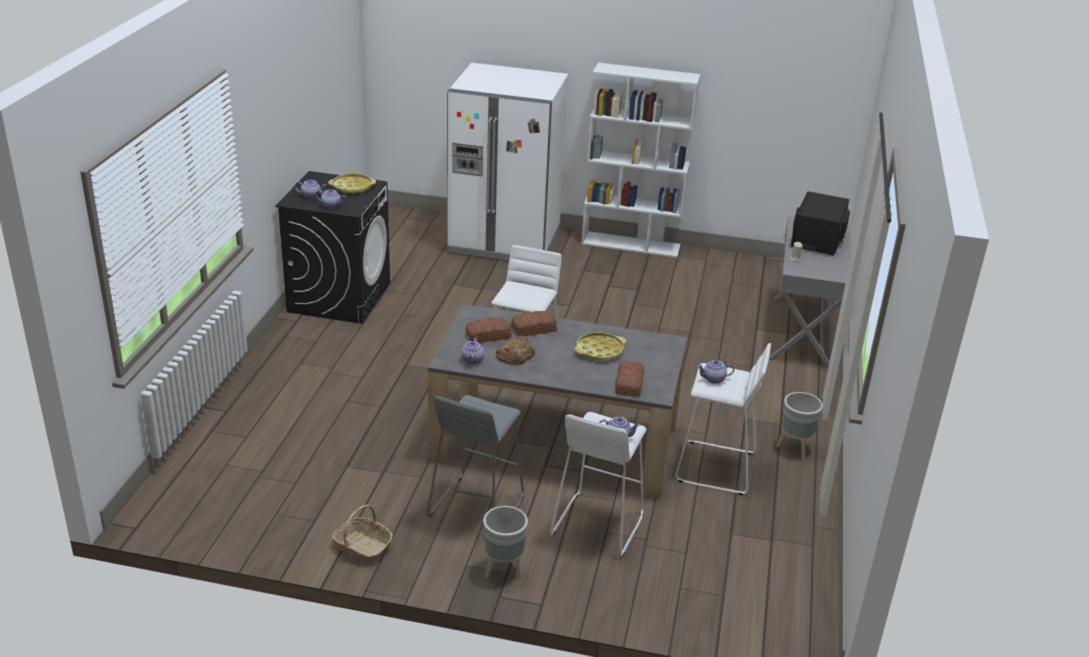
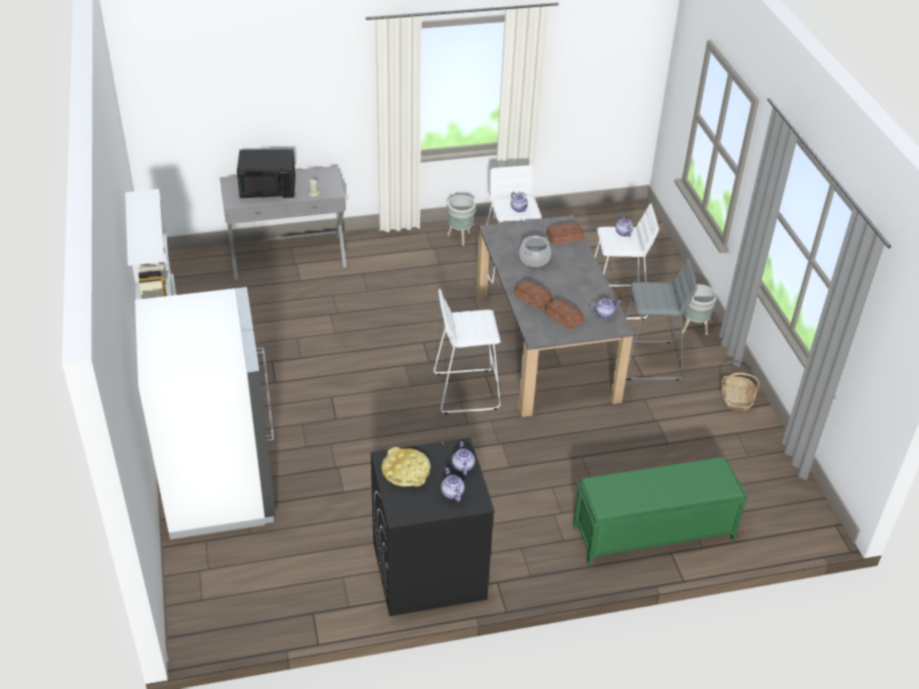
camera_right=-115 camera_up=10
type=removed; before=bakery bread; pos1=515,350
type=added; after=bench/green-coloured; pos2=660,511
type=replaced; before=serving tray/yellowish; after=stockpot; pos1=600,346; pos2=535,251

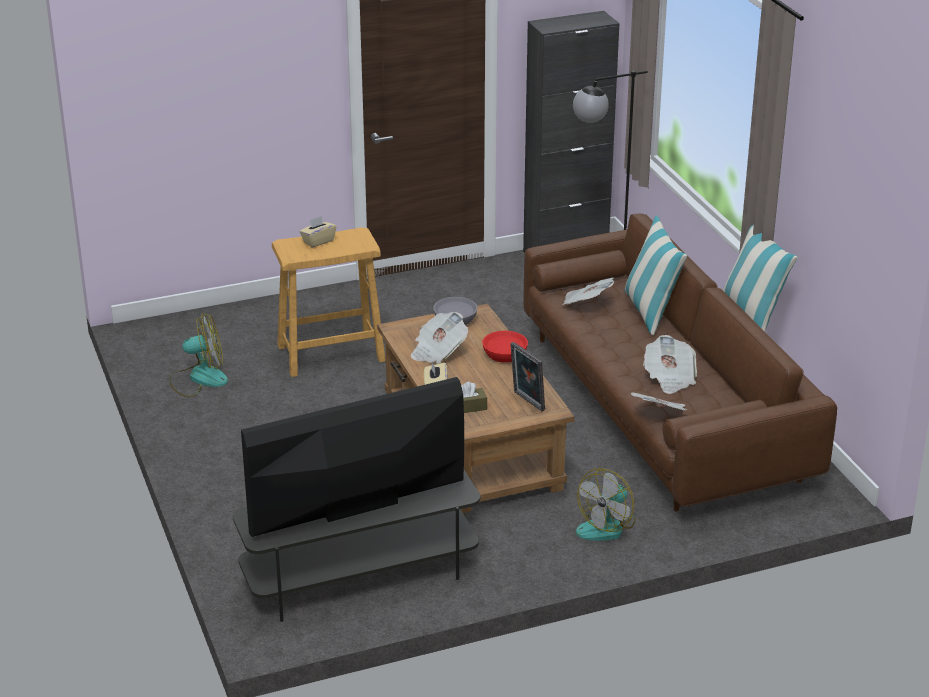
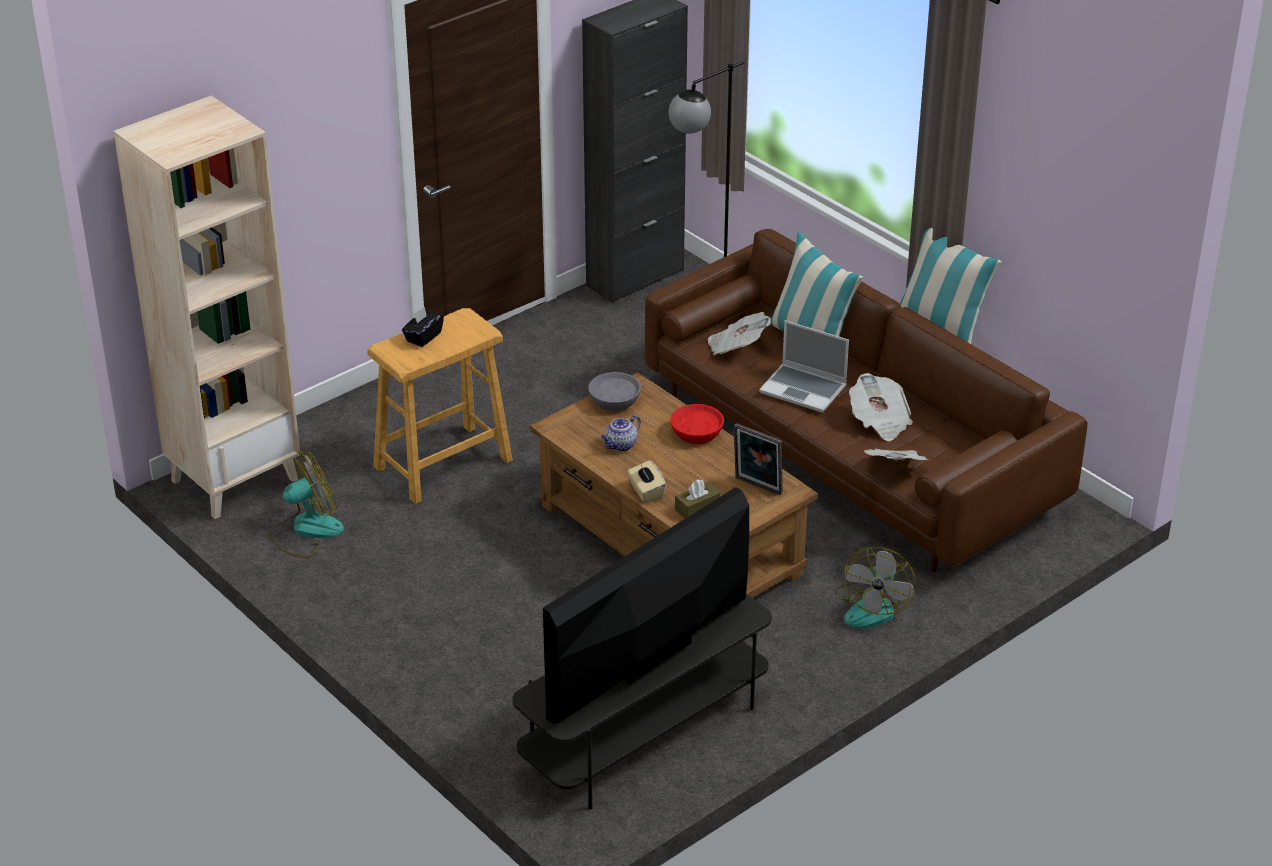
camera_right=-20 camera_up=5
type=added; after=shelving unit/beige-coloured; pos2=206,307
type=added; after=portable computer; pos2=804,366
type=replaced; before=printed paper; after=tea pot; pos1=439,338; pos2=621,433
type=recoloured; before=tissue box/beige-coloured; after=tissue box/blackish; pos1=318,231; pos2=423,327

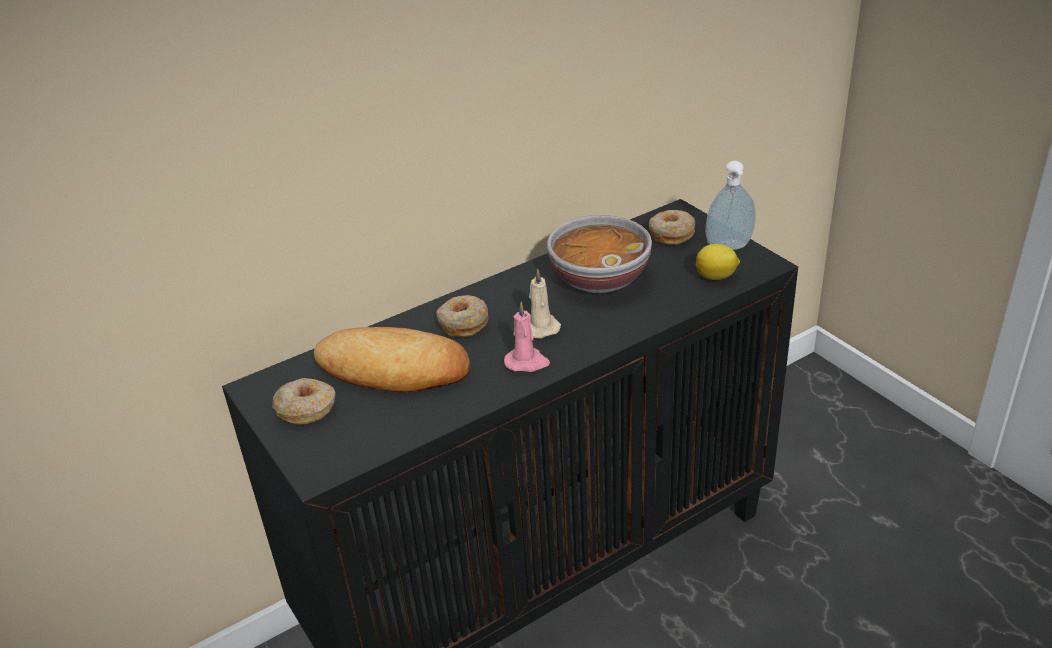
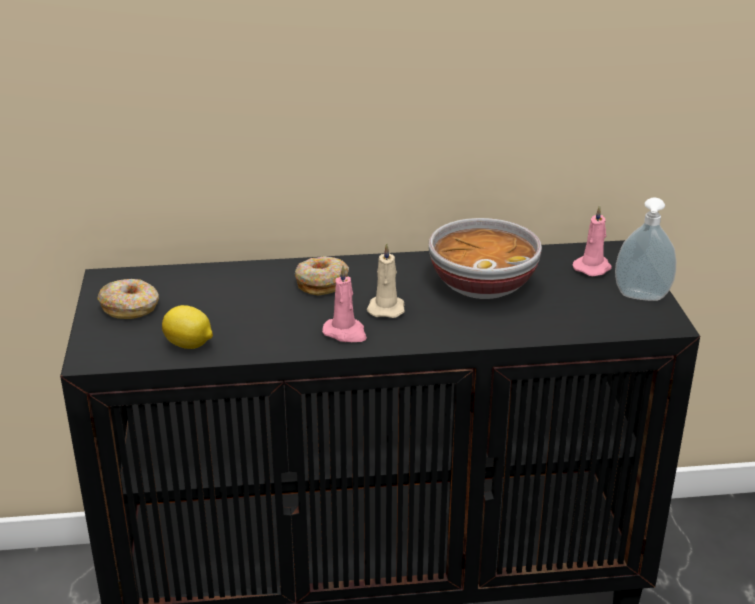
camera_right=25 camera_up=-5
type=removed; before=bakery bread; pos1=391,359
type=moved; before=whole lemon; pos1=718,262; pos2=187,327
type=replaced; before=donut; after=candle/pink; pos1=672,227; pos2=592,240

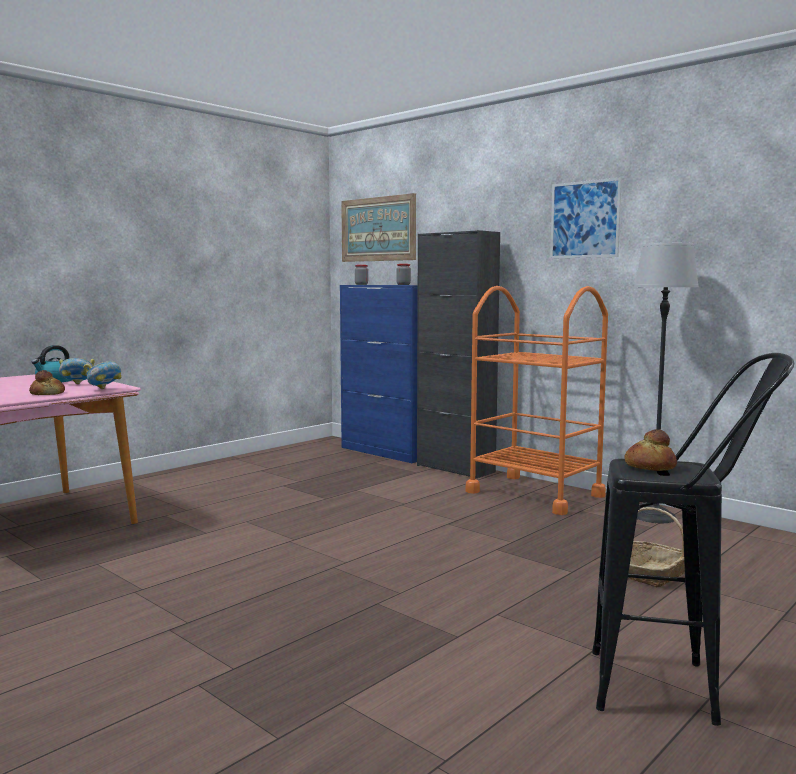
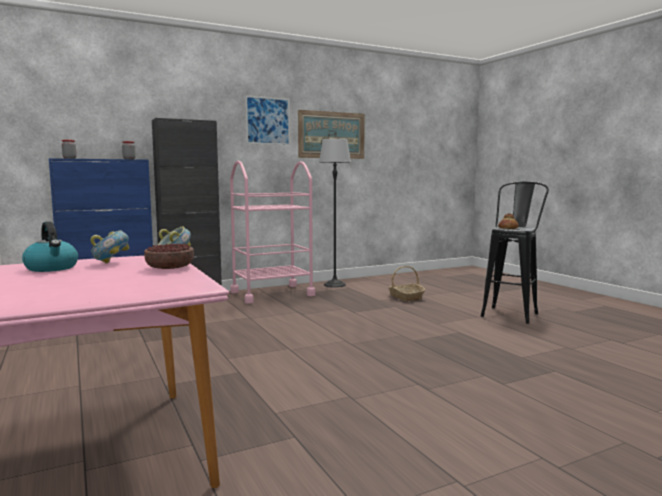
camera_right=-70 camera_up=0
type=moved; before=wall art; pos1=378,227; pos2=331,134
type=replaced; before=bakery bread; after=deep dish; pos1=47,382; pos2=169,256
type=recoloured; before=cart/orangey; after=cart/pink; pos1=537,400; pos2=273,232

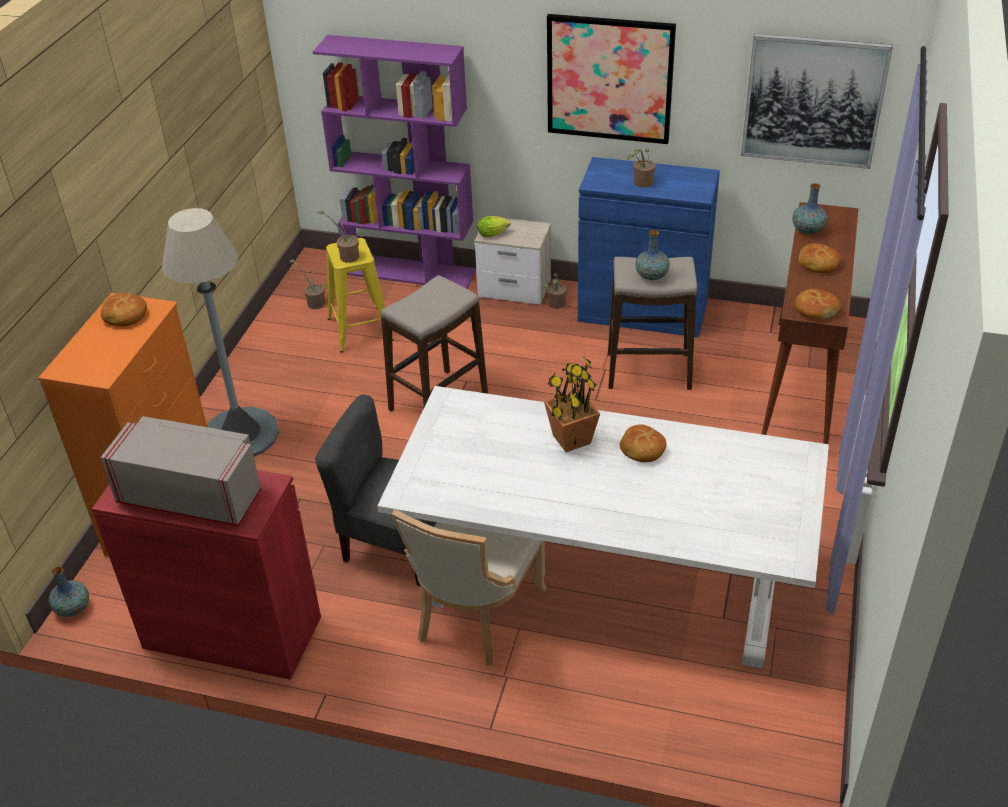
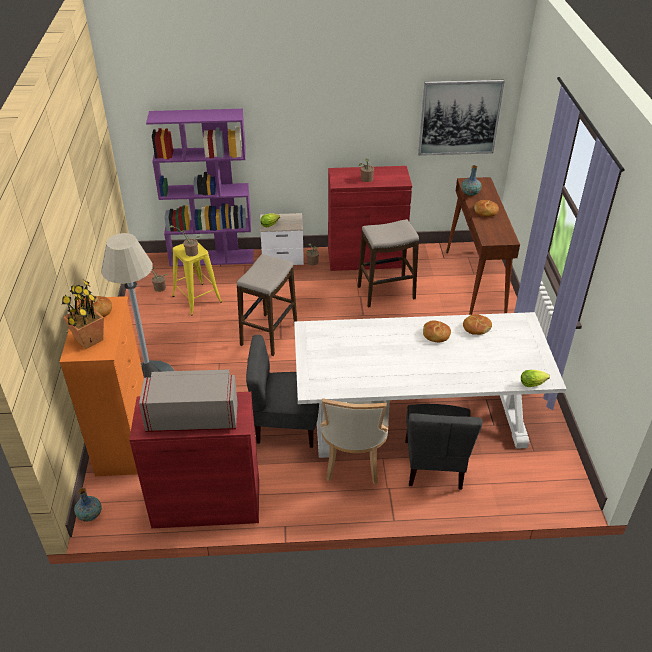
camera_right=-20 camera_up=0
type=removed; before=wall art; pos1=611,79
type=removed; before=flower vase; pos1=652,255
type=added; after=plain chair/gray; pos2=443,446
type=added; after=head of lettuce; pos2=535,378
type=moved; before=houseplant; pos1=572,404; pos2=83,314
type=moved; before=bakery bread; pos1=818,304; pos2=477,324
type=recoloured; before=cupboard/blue; after=cupboard/red-coloured; pos1=649,247; pos2=370,218

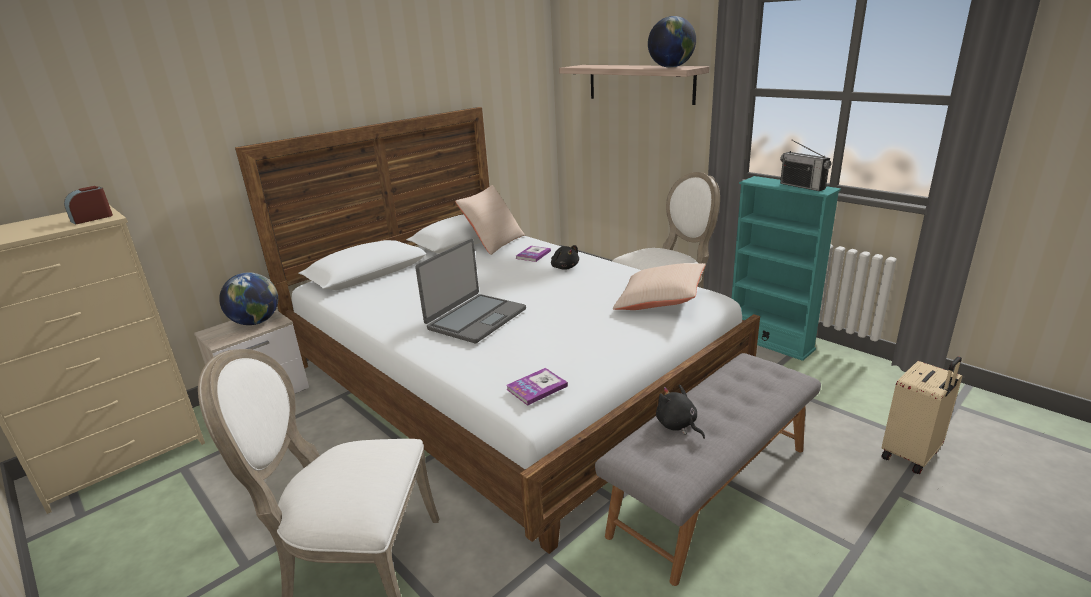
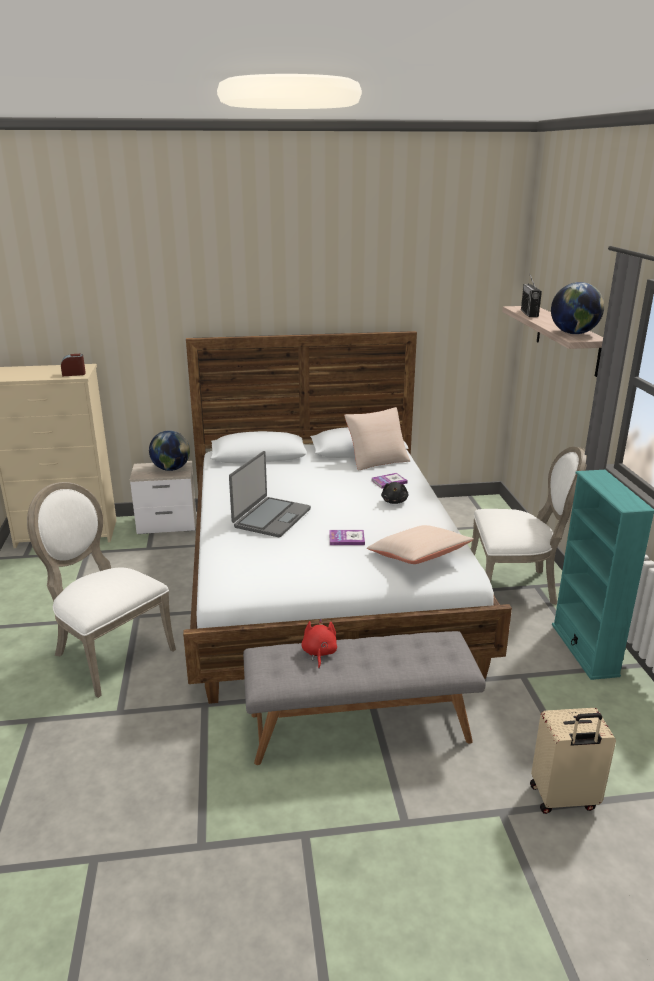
camera_right=35 camera_up=0
type=moved; before=volume; pos1=537,387; pos2=347,537
type=moved; before=radio; pos1=805,165; pos2=531,295
type=recoloured; before=cuddly toy/blackish; after=cuddly toy/red-coloured; pos1=680,411; pos2=319,644
type=turned; before=portable computer; pos1=470,291; pos2=270,494; turn=-45

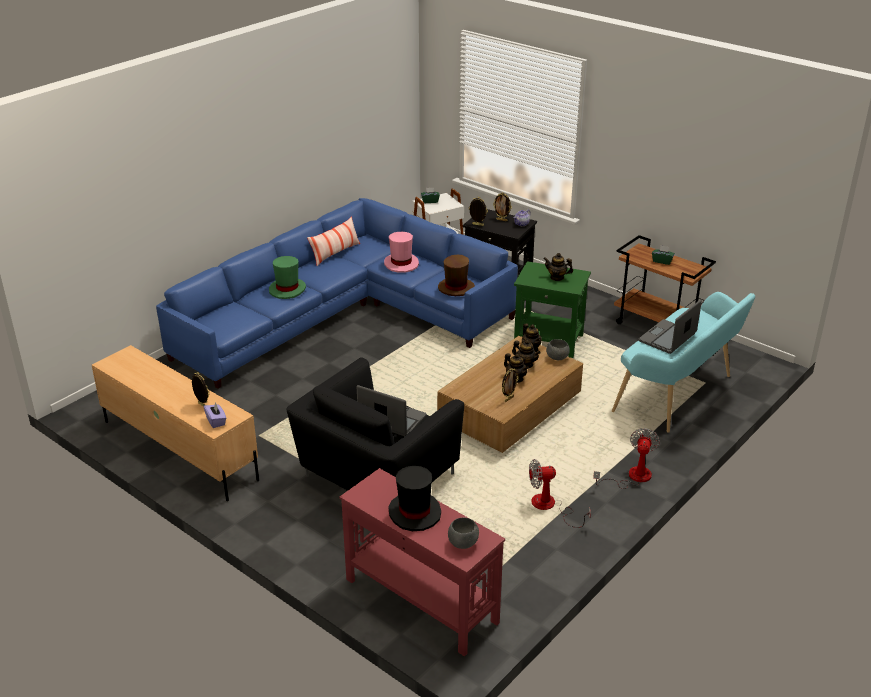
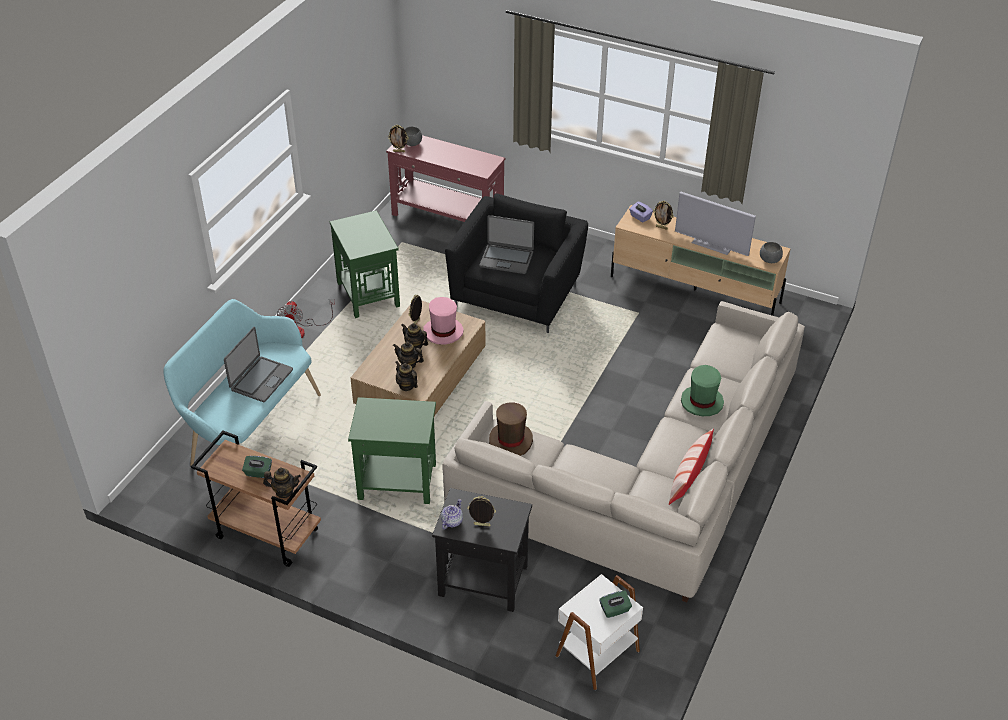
camera_right=165 camera_up=10
type=removed; before=wearable hat/blackish; pos1=415,498
type=added; after=TV set; pos2=715,223
type=moved; before=wearable hat/pink; pos1=401,252; pos2=443,321
type=moved; before=standing frame; pos1=478,211; pos2=398,138
type=moved; before=tea pot; pos1=558,267; pos2=282,482
type=moved; before=deep dish/gray; pos1=558,349; pos2=771,252
type=replaced; before=fan; after=accent table/green-coloured; pos1=560,493; pos2=365,264
type=recoloured; before=sofa/blue; after=sofa/beige-coloured; pos1=337,293; pos2=623,451

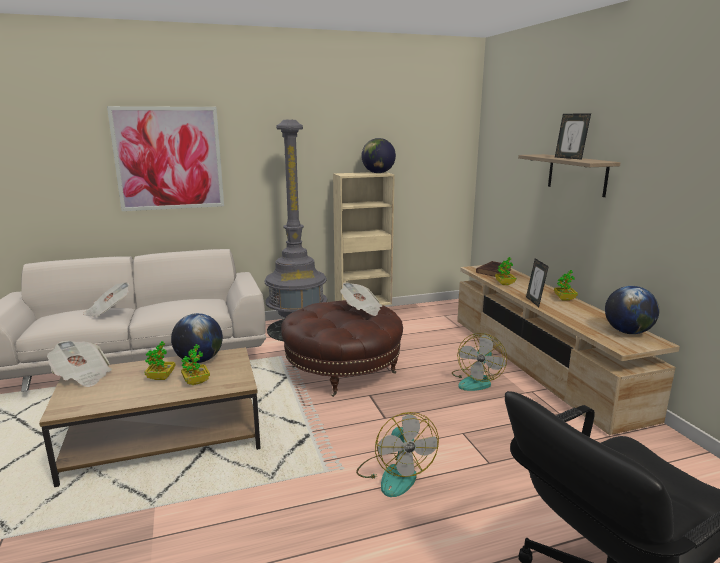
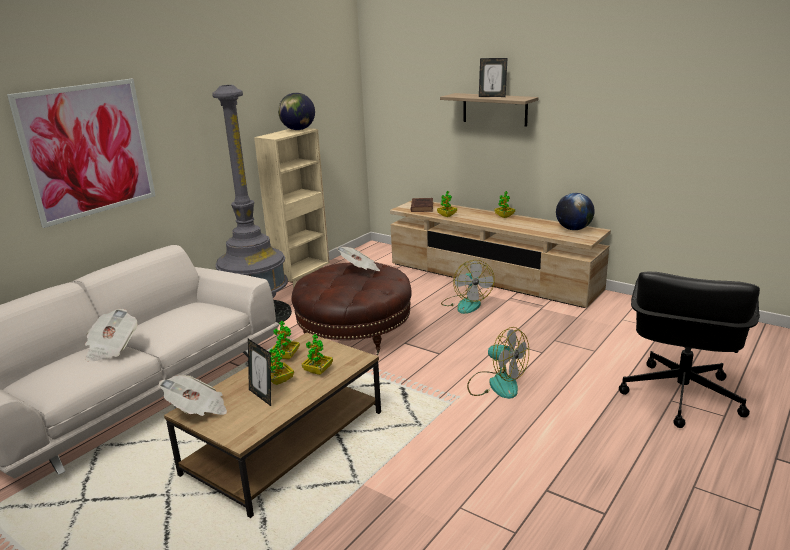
camera_right=-35 camera_up=5
type=moved; before=standing frame; pos1=537,282; pos2=259,372
type=replaced; before=globe; after=houseplant; pos1=197,338; pos2=286,340

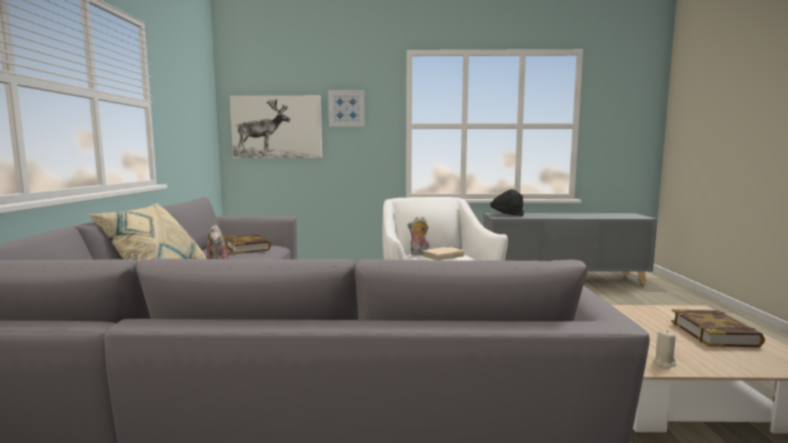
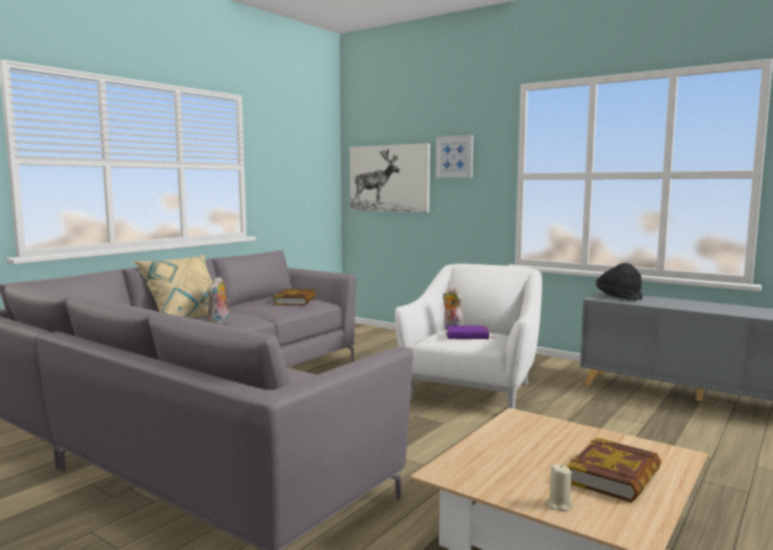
camera_right=35 camera_up=0
type=moved; before=candle/beige-coloured; pos1=664,349; pos2=559,487
type=recoloured; before=volume/beige-coloured; after=volume/purple; pos1=443,253; pos2=471,332

